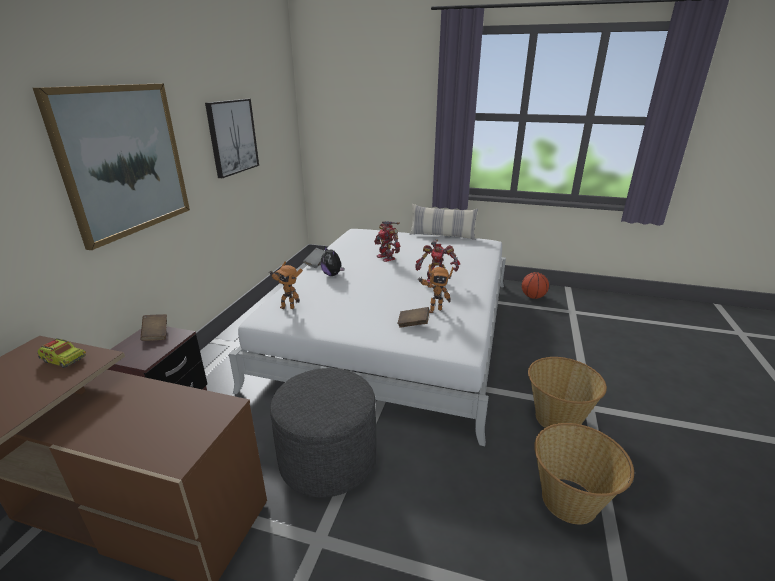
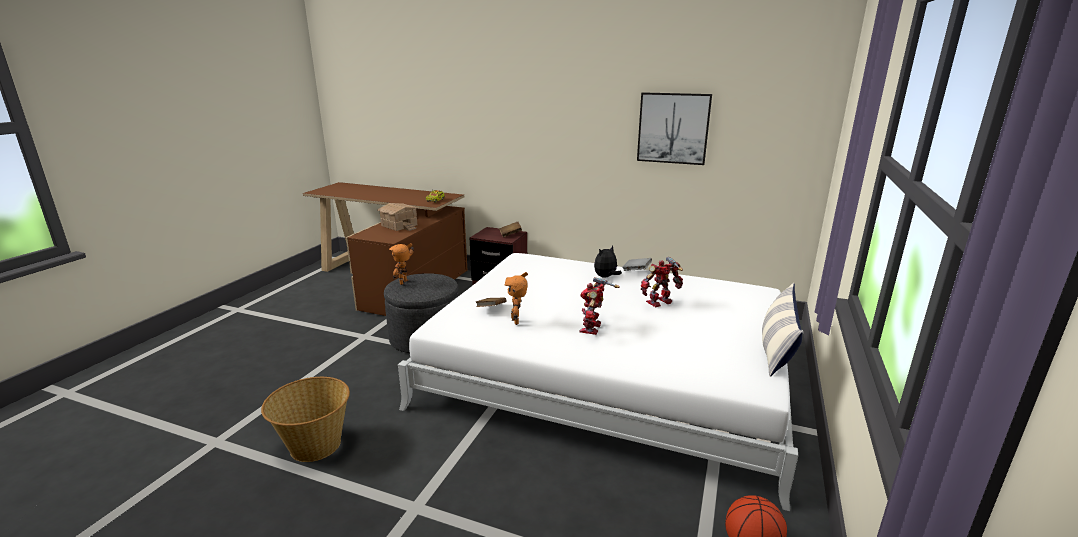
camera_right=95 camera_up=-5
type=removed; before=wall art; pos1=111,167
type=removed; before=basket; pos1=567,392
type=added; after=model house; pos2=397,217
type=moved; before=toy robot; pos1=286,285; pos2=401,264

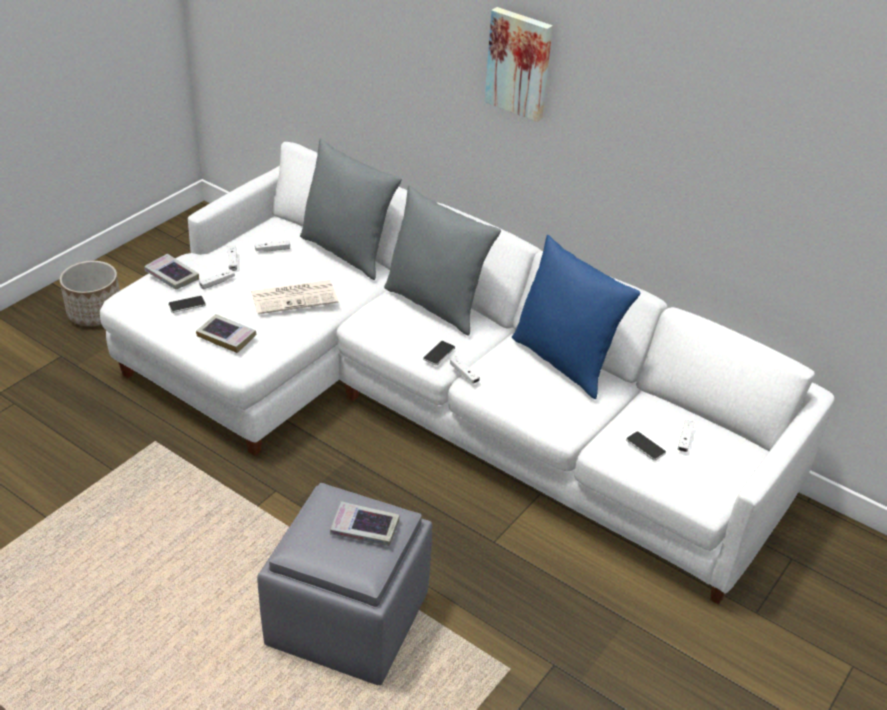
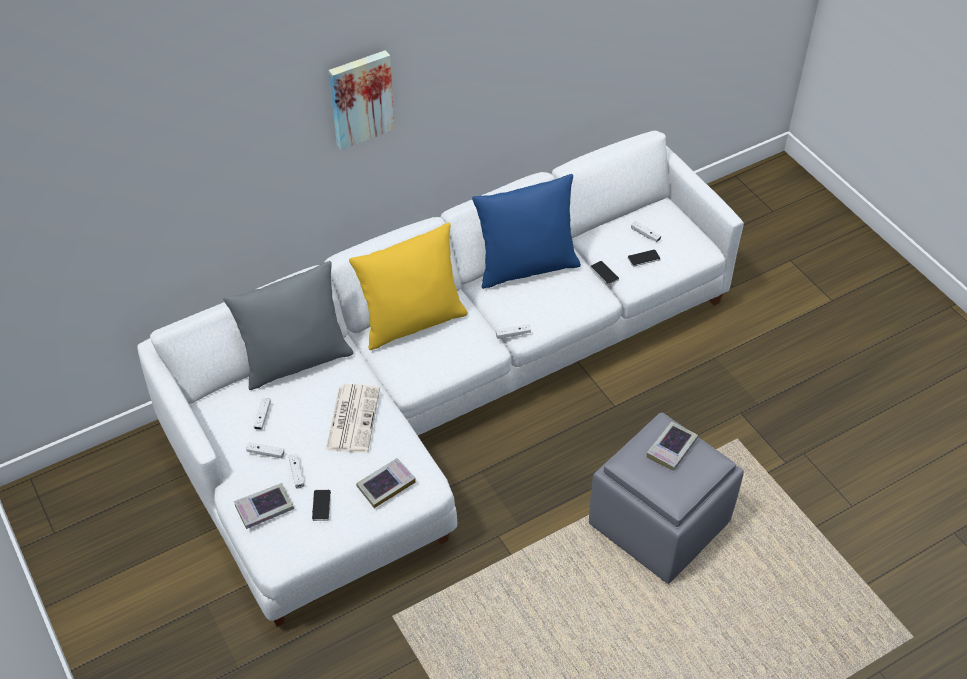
camera_right=-65 camera_up=10
type=removed; before=plant pot; pos1=90,293
type=moved; before=handset; pos1=439,353; pos2=604,273
type=recoloured; before=pillow/gray; after=pillow/yellowish; pos1=442,260; pos2=408,286

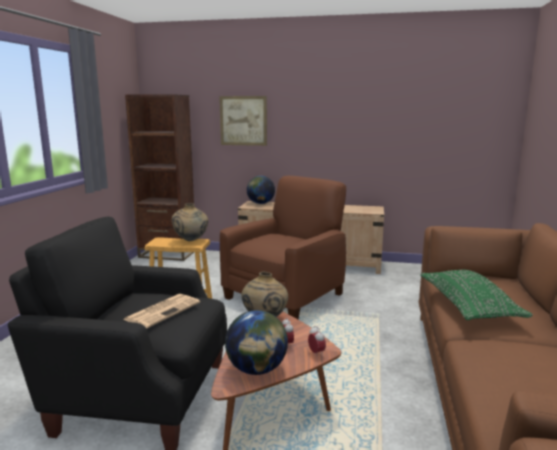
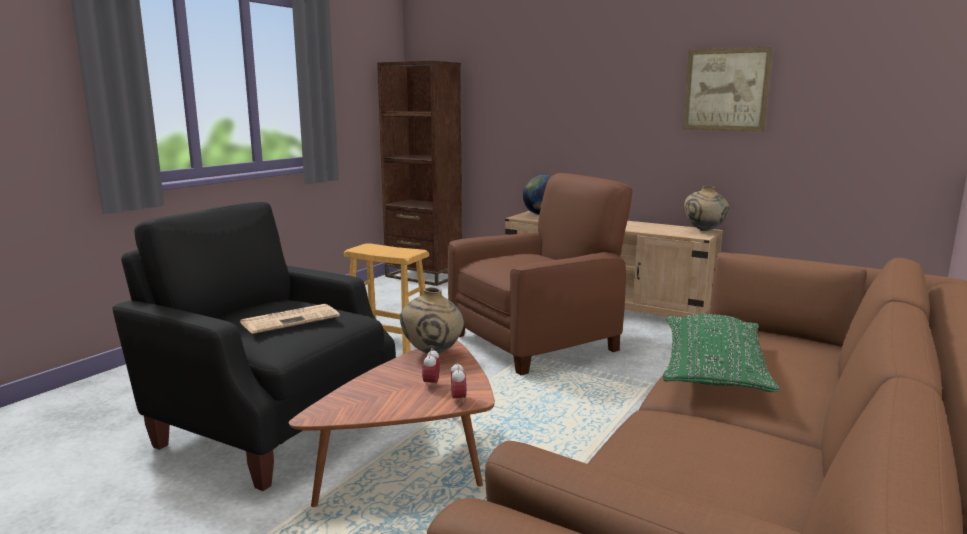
camera_right=20 camera_up=0
type=removed; before=globe; pos1=256,342
type=moved; before=flower vase/beige-coloured; pos1=190,222; pos2=706,208
type=moved; before=wall art; pos1=243,121; pos2=728,89

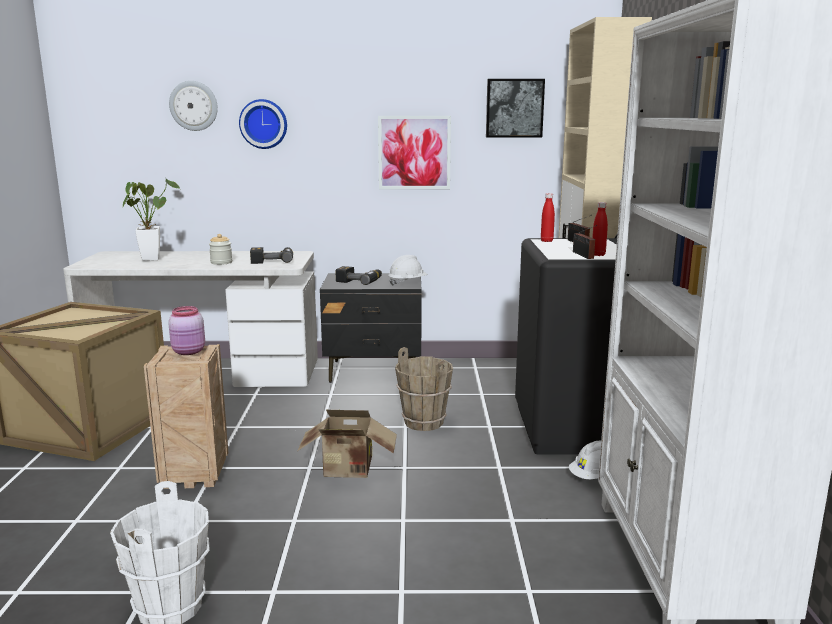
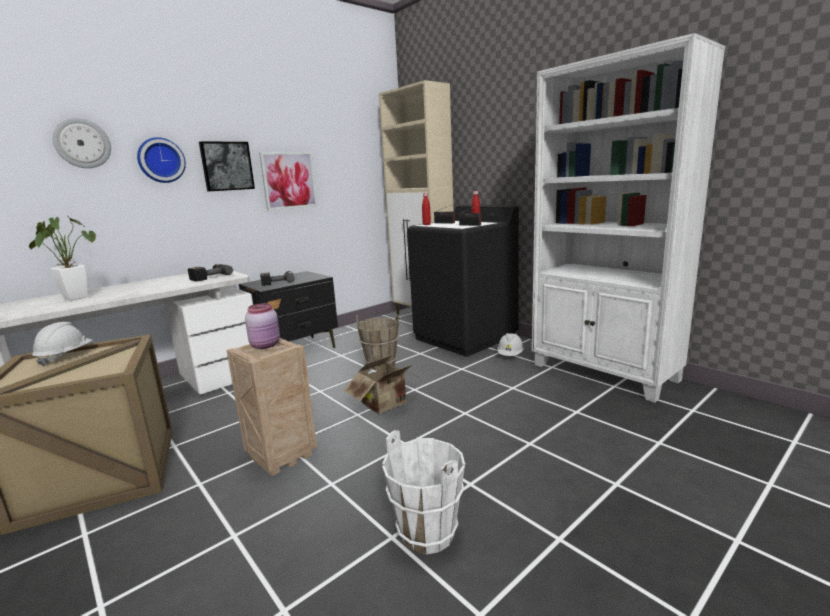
camera_right=-40 camera_up=0
type=removed; before=preserve jar; pos1=220,249
type=moved; before=work helmet/whitish; pos1=408,270; pos2=62,344
type=moved; before=wall art; pos1=515,108; pos2=227,166

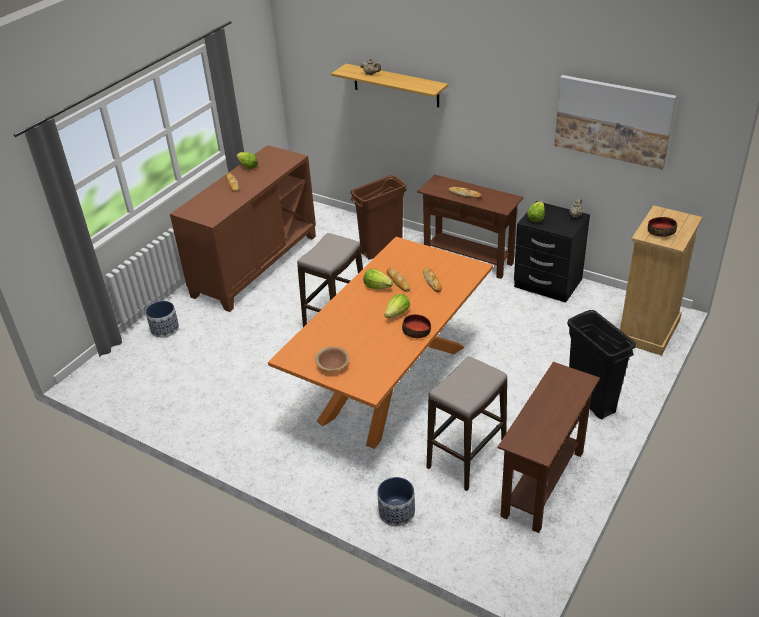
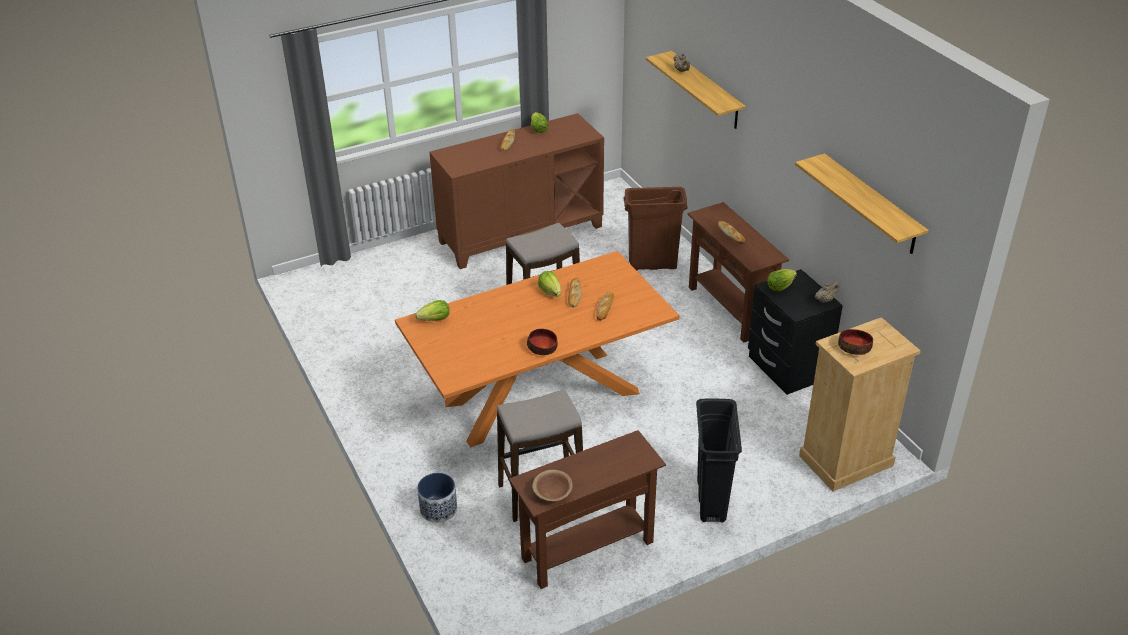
camera_right=30 camera_up=0
type=removed; before=plant pot; pos1=162,319
type=moved; before=deep dish/brownish; pos1=332,358; pos2=553,485
type=moved; before=head of lettuce; pos1=397,306; pos2=432,310
type=replaced; before=wall art; after=bracket shelf; pos1=615,122; pos2=861,203

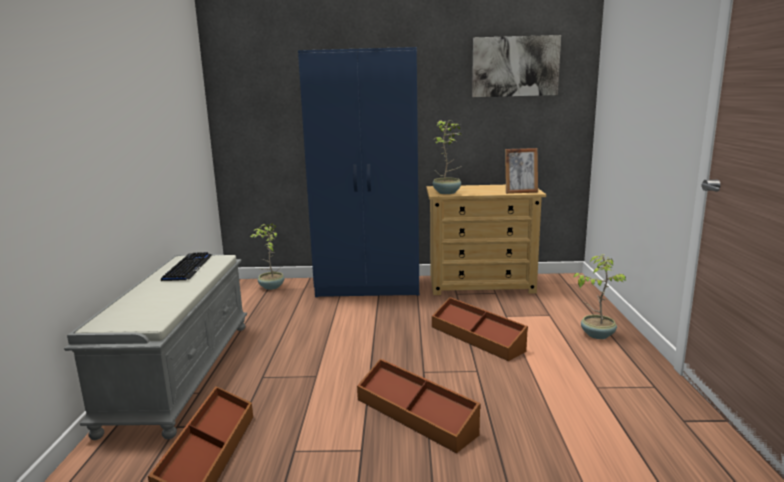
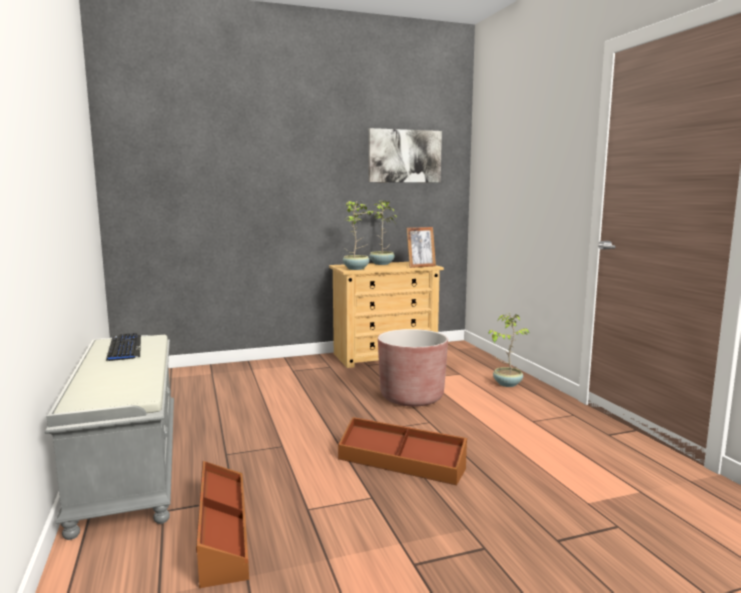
camera_right=-20 camera_up=-5
type=removed; before=wardrobe/blue; pos1=358,172
type=moved; before=houseplant; pos1=267,256; pos2=381,233
type=replaced; before=storage box/brownish; after=plant pot/brownish; pos1=480,329; pos2=413,368

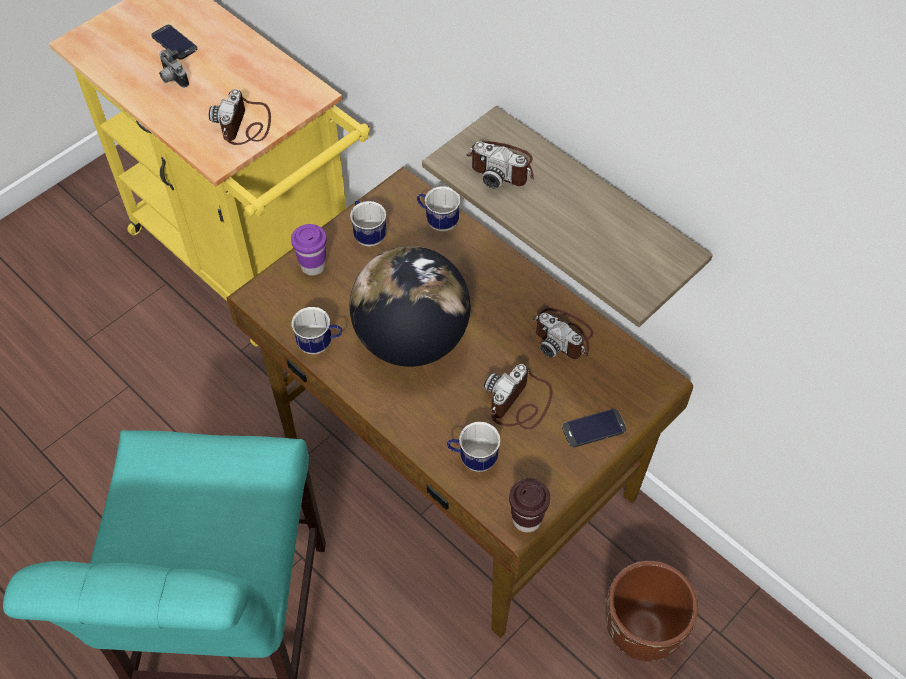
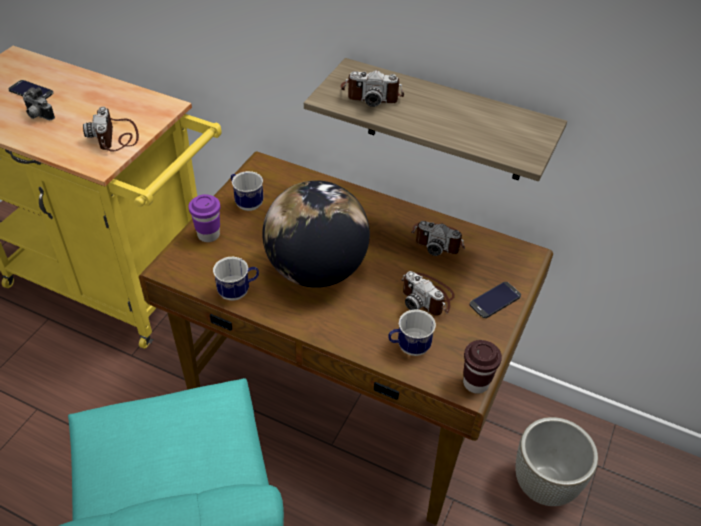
camera_right=-20 camera_up=-10
type=removed; before=mug; pos1=438,208
type=recoloured; before=plant pot/brownish; after=plant pot/gray; pos1=652,611; pos2=557,461
type=turned; before=still camera; pos1=518,397; pos2=428,293; turn=-60

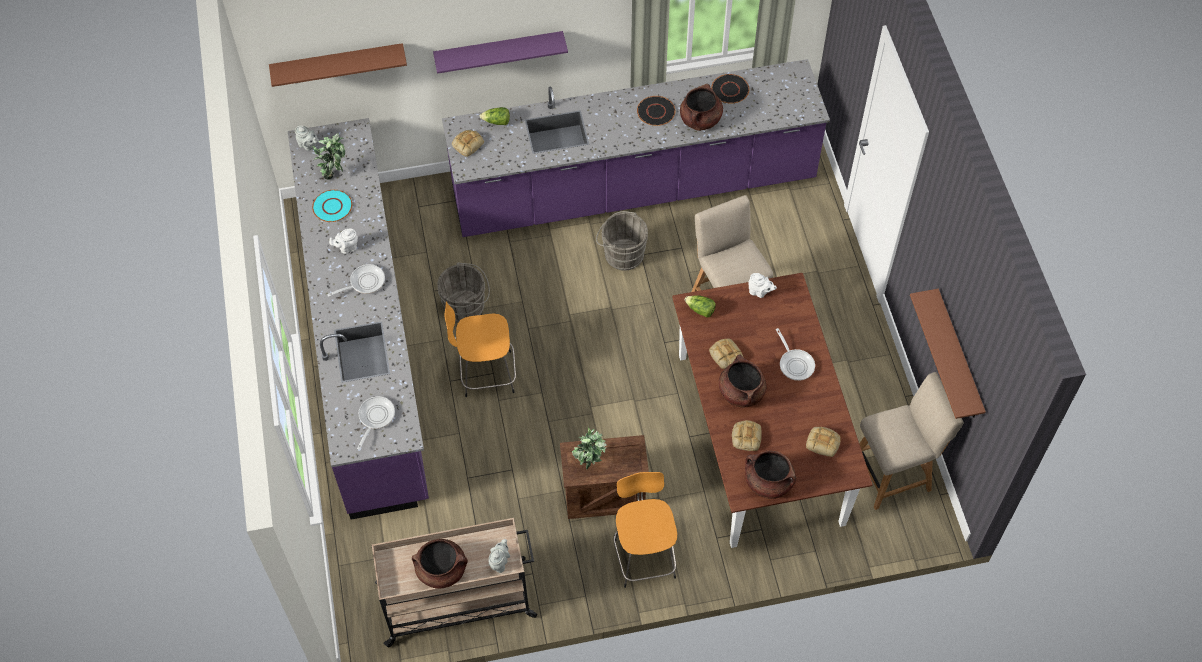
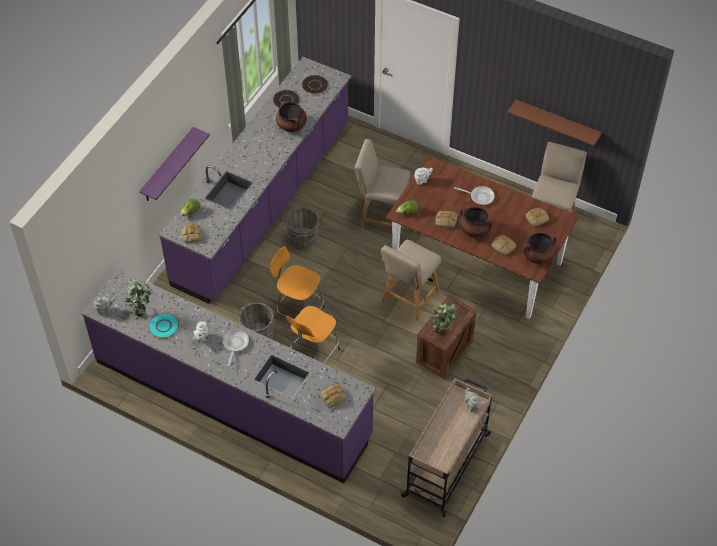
camera_right=-50 camera_up=-5
type=removed; before=bracket shelf/brownish; pos1=338,65
type=removed; before=stockpot/brownish; pos1=440,563
type=added; after=plain chair/beige-coloured; pos2=411,280
type=moved; before=sitting stool/orangey; pos1=645,530; pos2=297,282
type=moved; before=dinner plate/blackish; pos1=656,111; pos2=314,84
type=replaced; before=frying pan; after=bakery bread; pos1=376,423; pos2=333,395

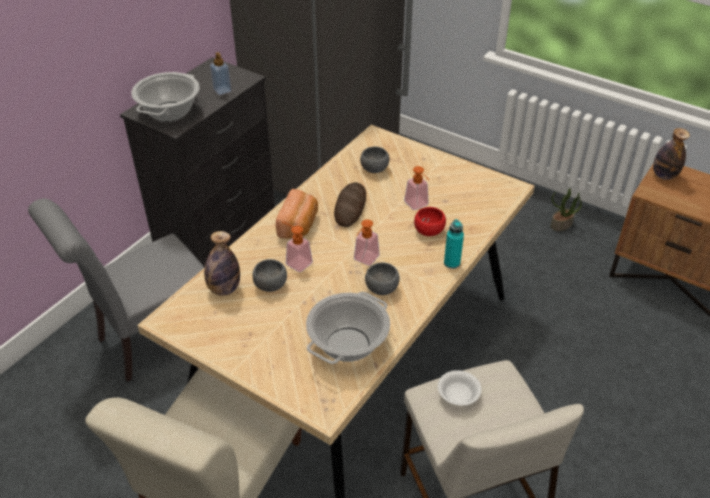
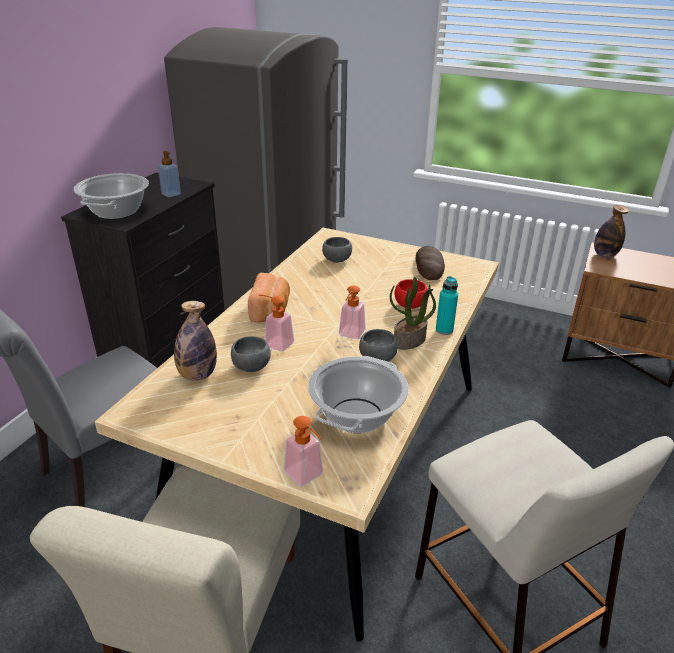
camera_right=-10 camera_up=-10
type=removed; before=deep dish/whitish; pos1=460,388
type=moved; before=bakery bread; pos1=350,204; pos2=430,263
type=moved; before=soap bottle; pos1=416,188; pos2=303,451
type=moved; before=houseplant; pos1=566,209; pos2=413,313

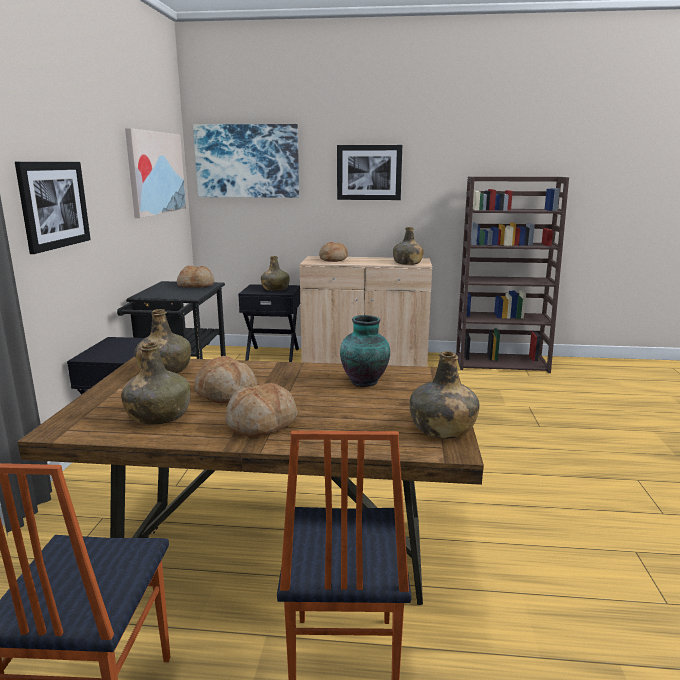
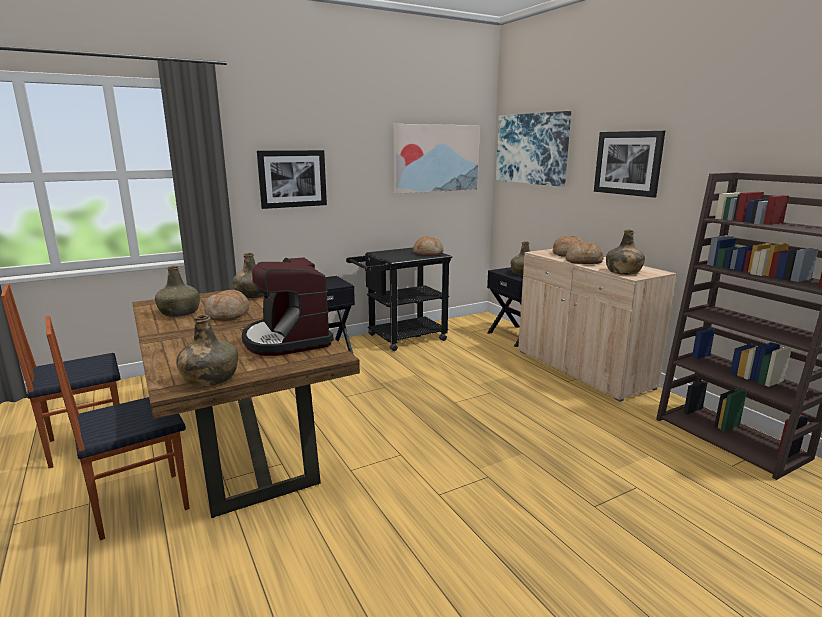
camera_right=55 camera_up=0
type=moved; before=bakery bread; pos1=261,410; pos2=585,253
type=replaced; before=flower vase; after=coffee brewer; pos1=365,351; pos2=288,306

